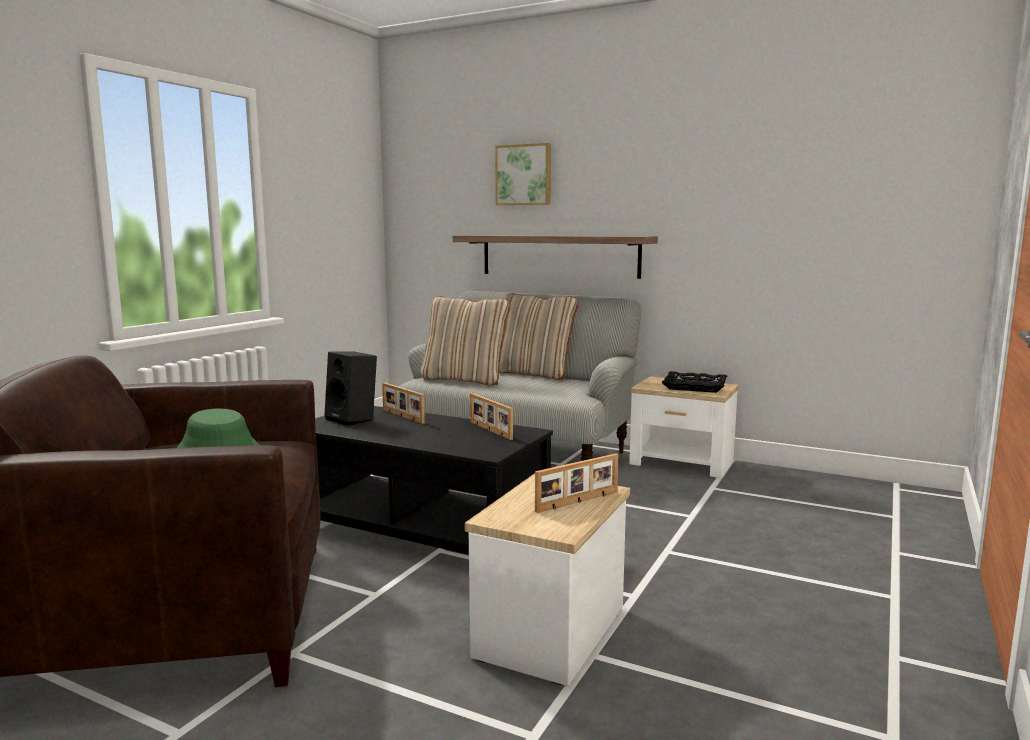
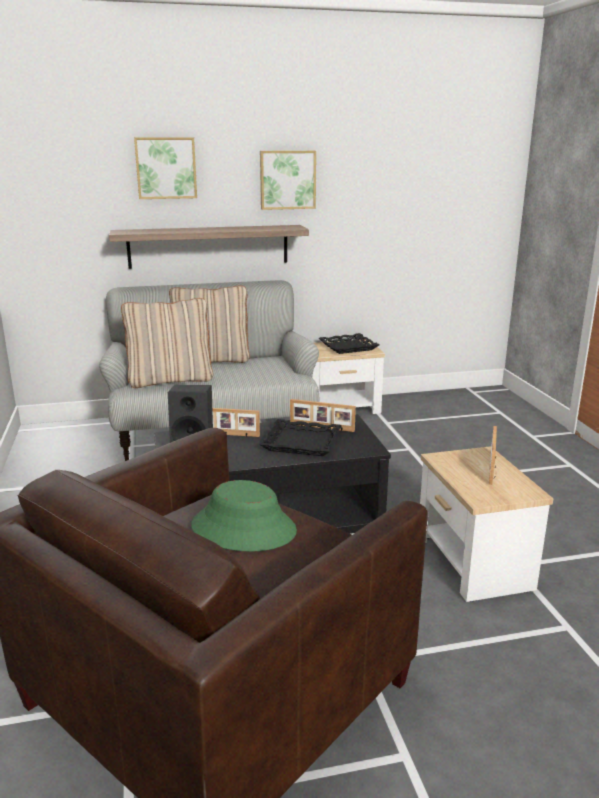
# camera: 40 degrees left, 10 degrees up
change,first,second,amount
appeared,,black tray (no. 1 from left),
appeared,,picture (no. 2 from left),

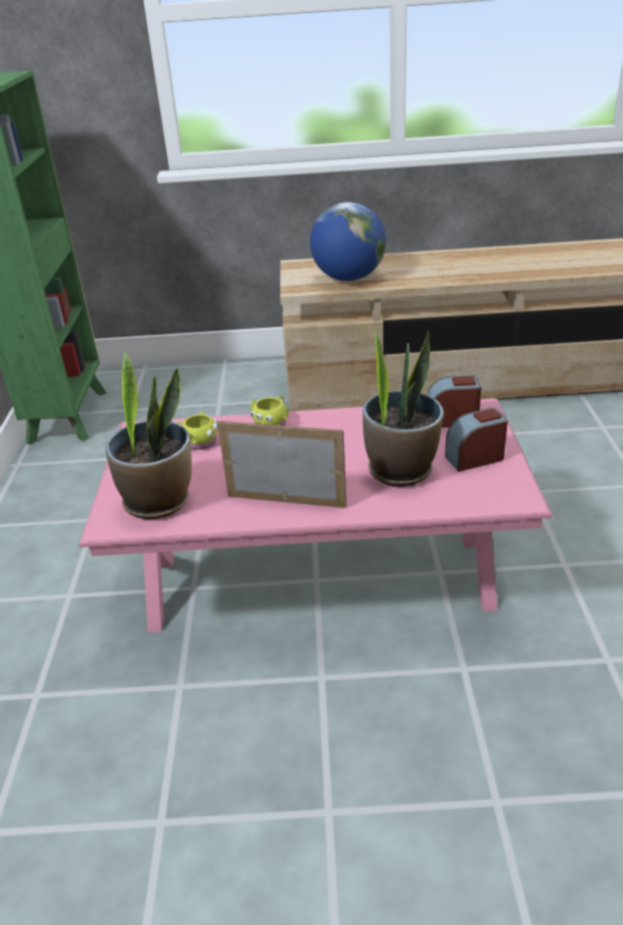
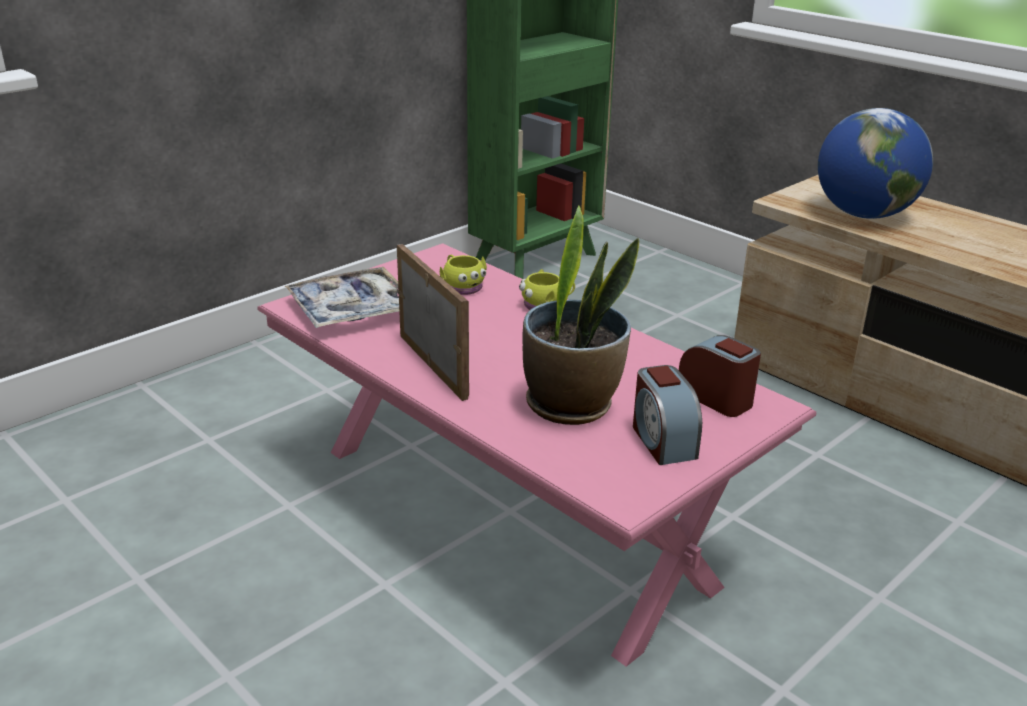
# camera: 45 degrees right, 5 degrees down
change,first,second,amount
exchanged,potted plant (no. 1 from left),tray,
spun,alarm clock (no. 2 from left in the first image),alarm clock (no. 1 from left),135 degrees counterclockwise

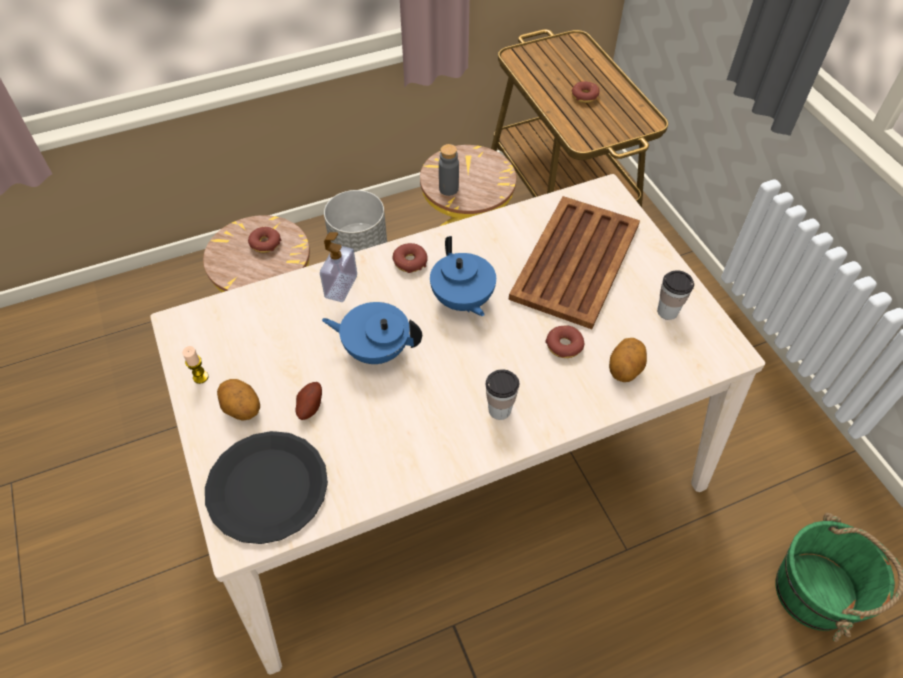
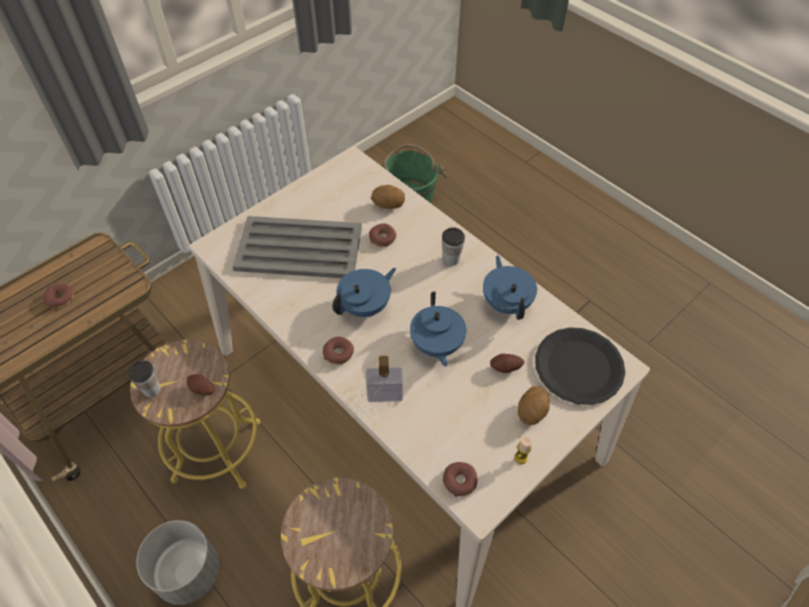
# camera: 110 degrees left, 0 degrees up
change,first,second,amount
relocated,donut (no. 1 from left in the first image),donut (no. 4 from left),
exchanged,grey bottle,potato (no. 1 from left),
colour,brown tray,grey tray,
relocated,cup (no. 2 from left in the first image),cup (no. 1 from left),
appeared,,blue teapot (no. 3 from left),

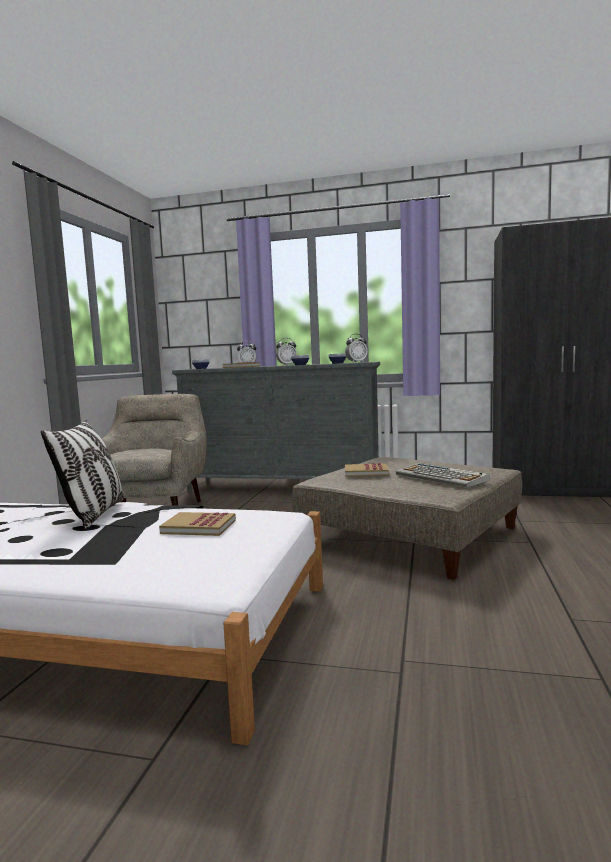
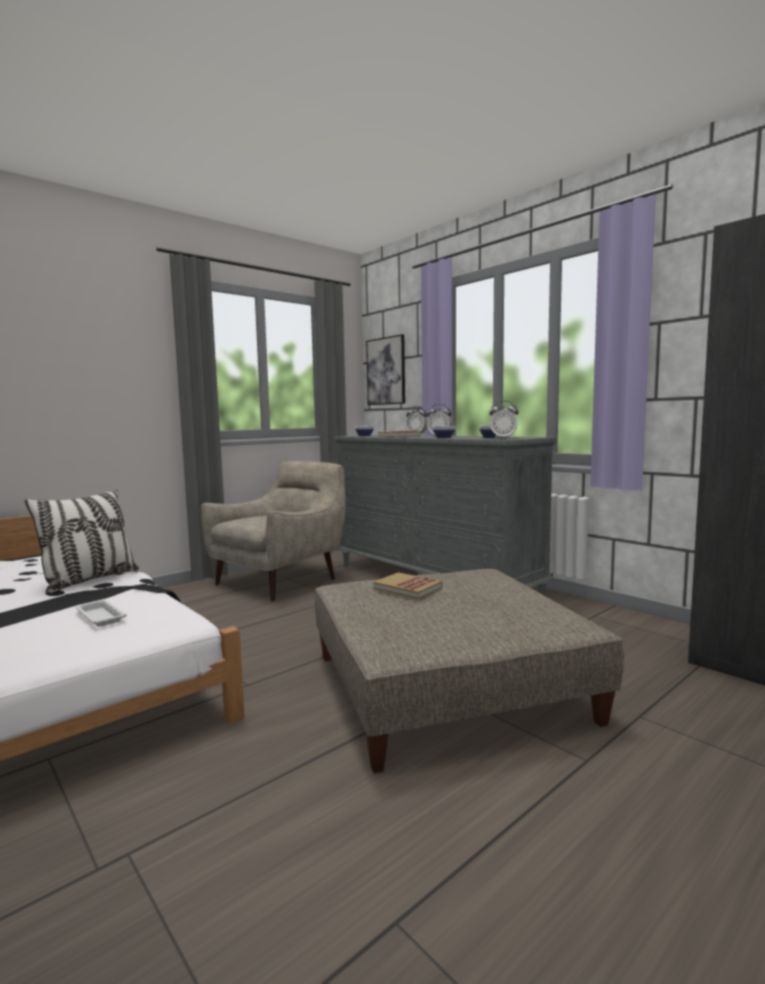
# camera: 35 degrees right, 0 degrees up
change,first,second,amount
exchanged,book (no. 1 from left),white tray,
missing,keyboard,,
appeared,,picture,

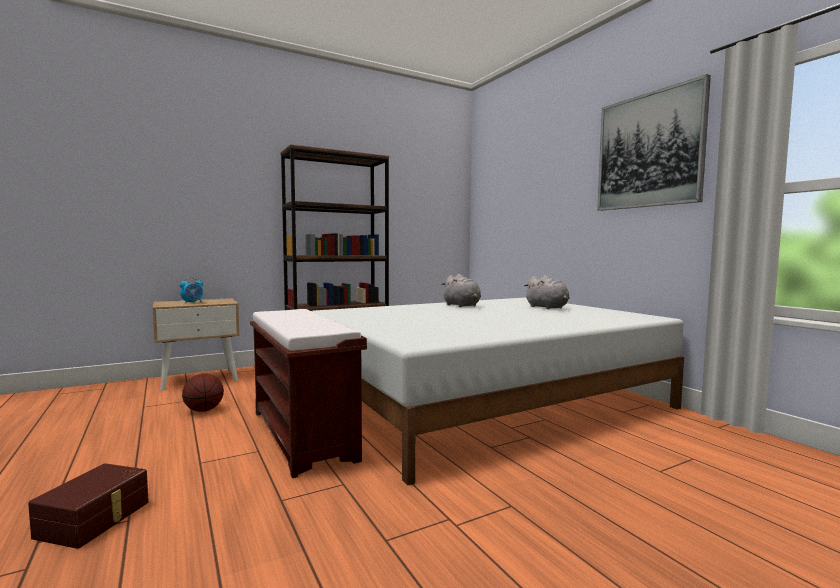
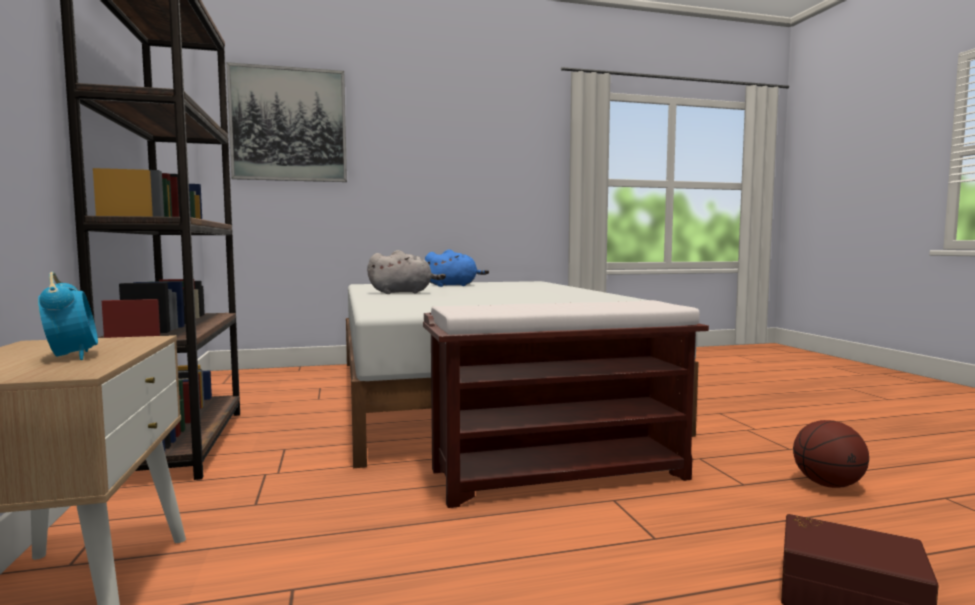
# camera: 75 degrees left, 0 degrees up
change,first,second,amount
relocated,basketball,,
colour,grey plush toy (no. 2 from left),blue plush toy,
relocated,picture,,

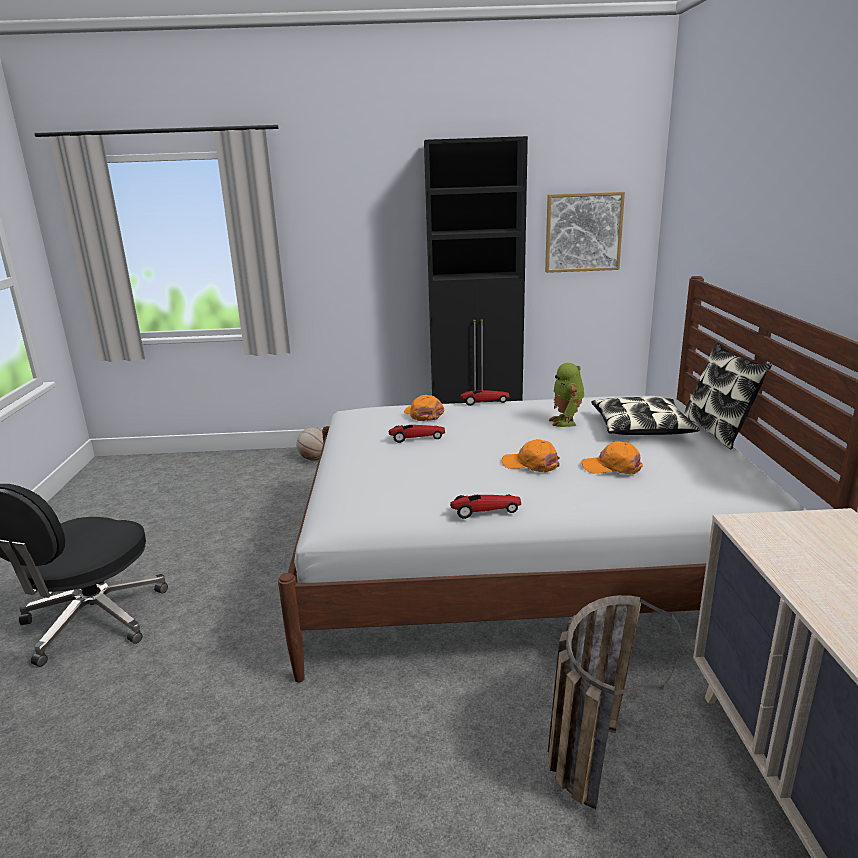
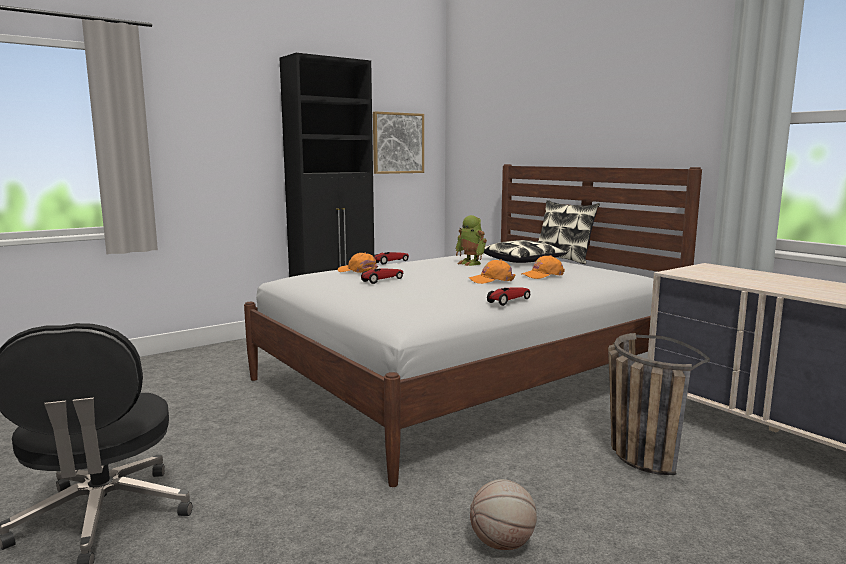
# camera: 35 degrees left, 10 degrees down
change,first,second,amount
relocated,basketball,,

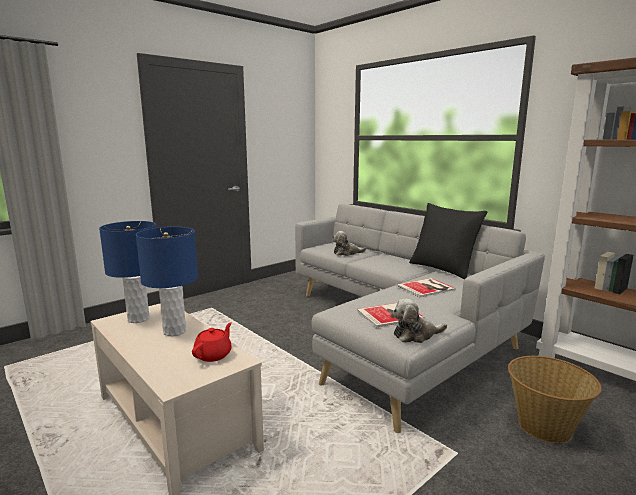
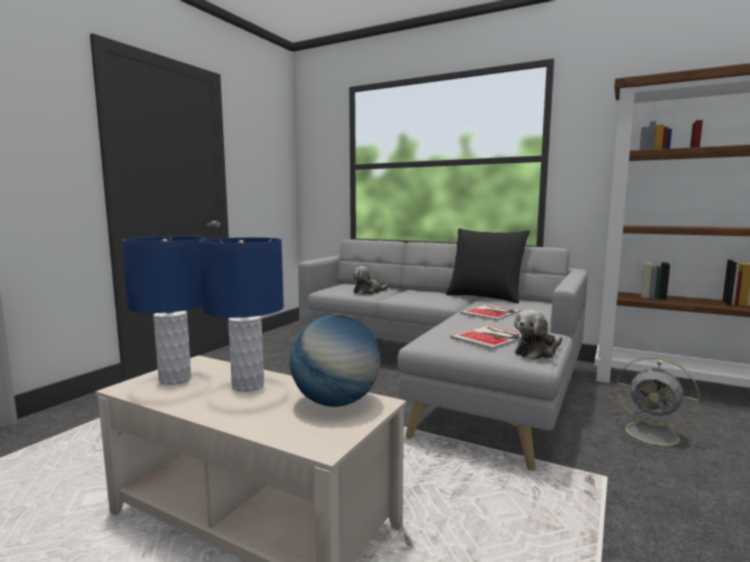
# camera: 20 degrees left, 5 degrees down
change,first,second,amount
exchanged,red teapot,globe,
exchanged,basket,grey fan,

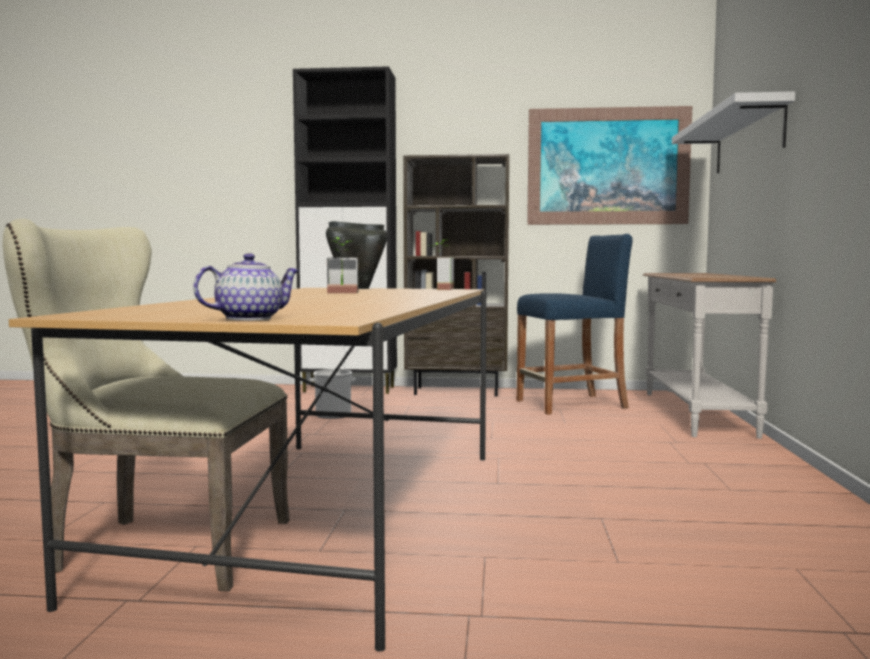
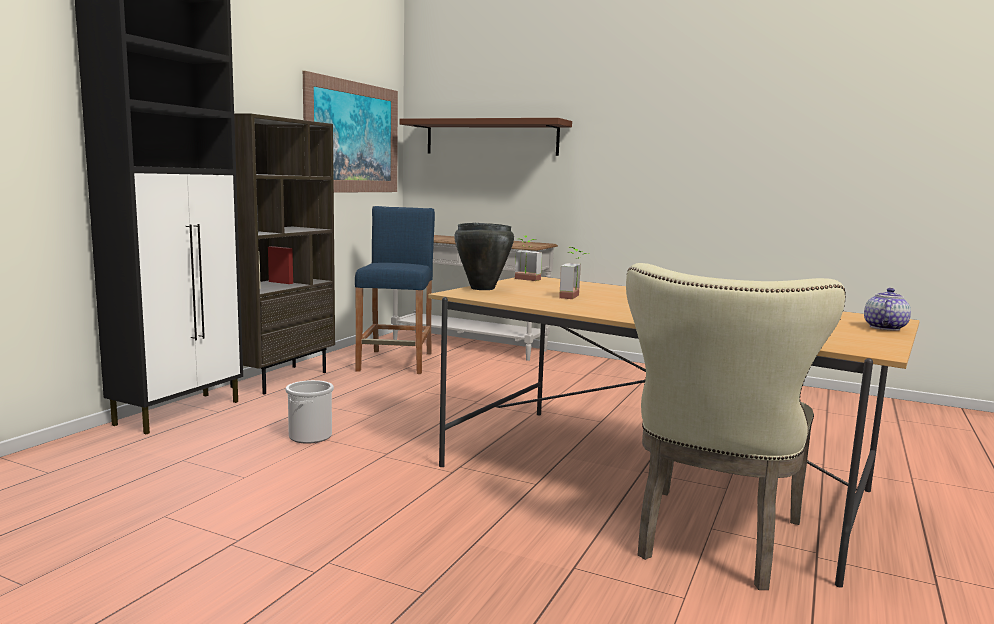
# camera: 70 degrees left, 5 degrees up
change,first,second,amount
spun,teapot,,45 degrees clockwise
colour,white shelf,brown shelf,

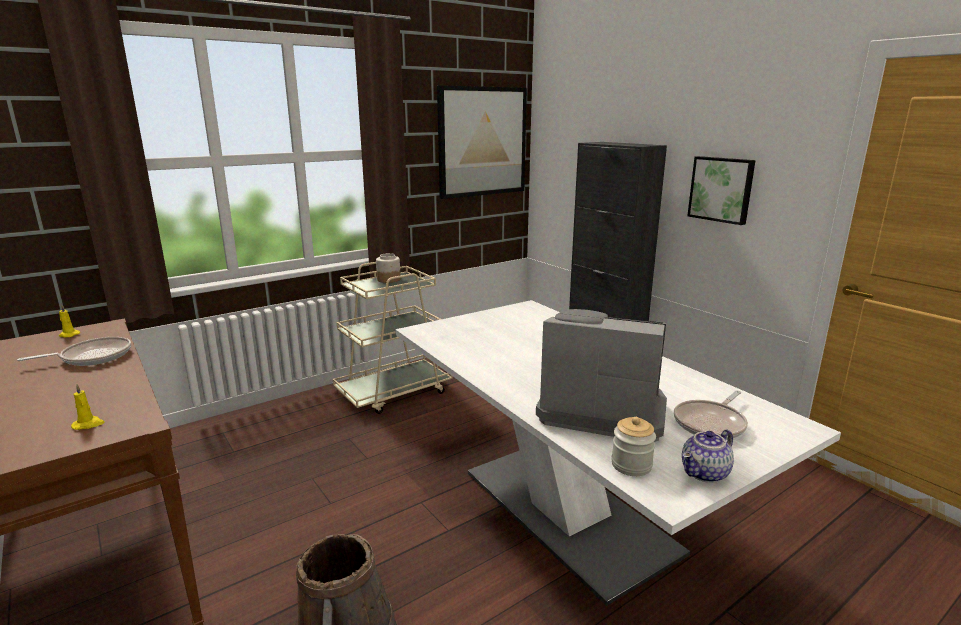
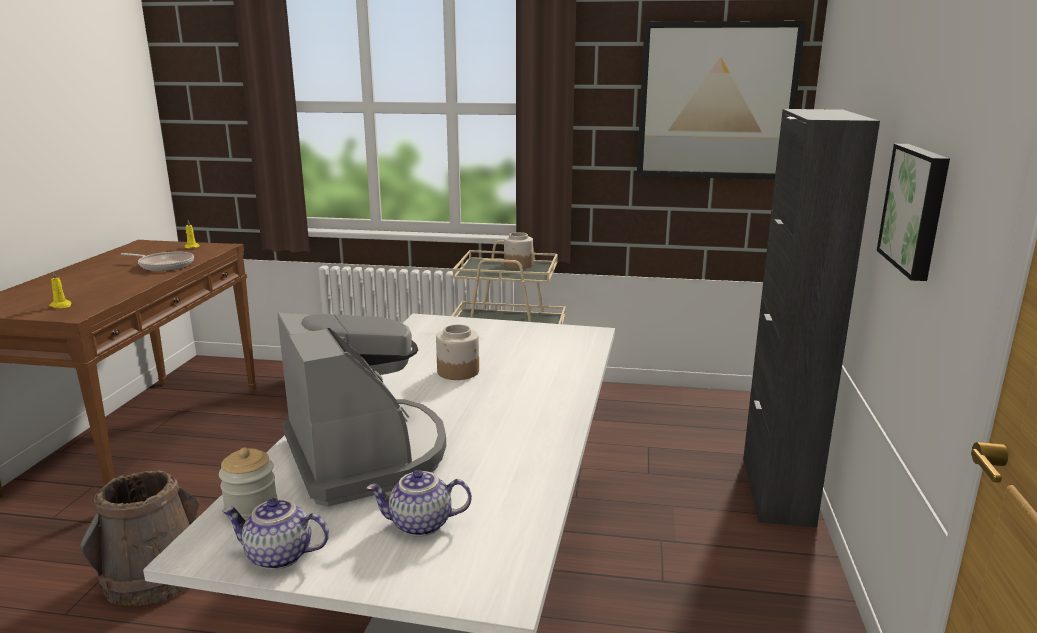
# camera: 45 degrees right, 0 degrees up
change,first,second,amount
exchanged,frying pan (no. 2 from left),teapot (no. 2 from left),
appeared,,jar (no. 2 from left),

